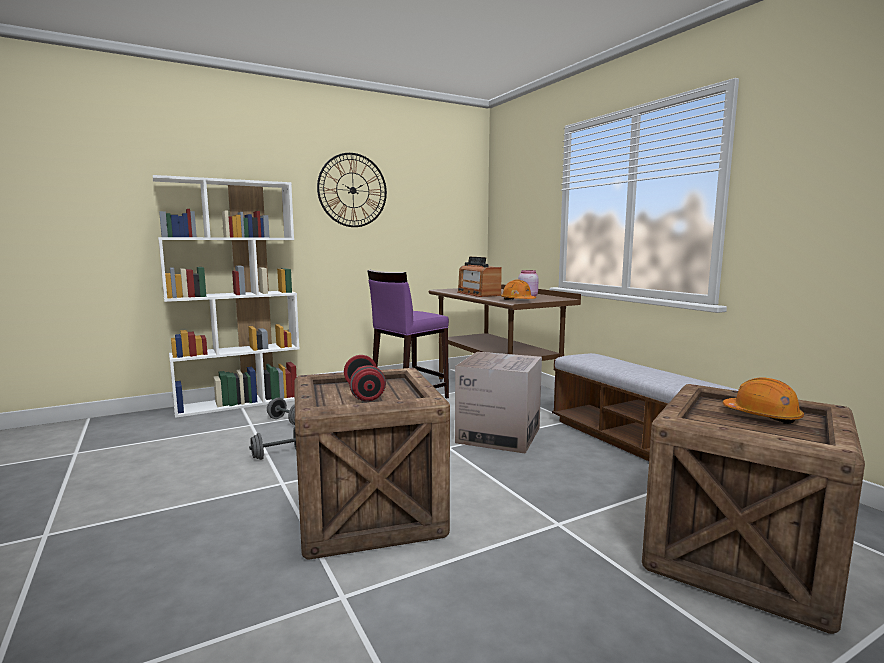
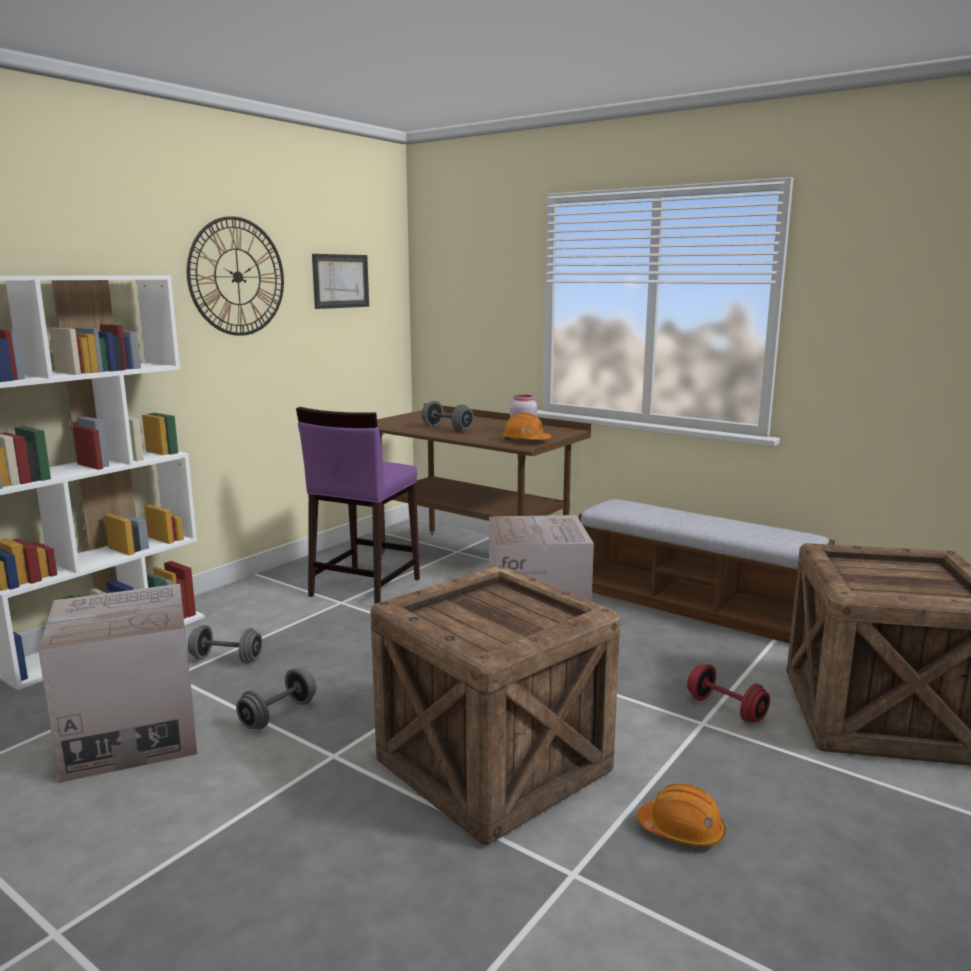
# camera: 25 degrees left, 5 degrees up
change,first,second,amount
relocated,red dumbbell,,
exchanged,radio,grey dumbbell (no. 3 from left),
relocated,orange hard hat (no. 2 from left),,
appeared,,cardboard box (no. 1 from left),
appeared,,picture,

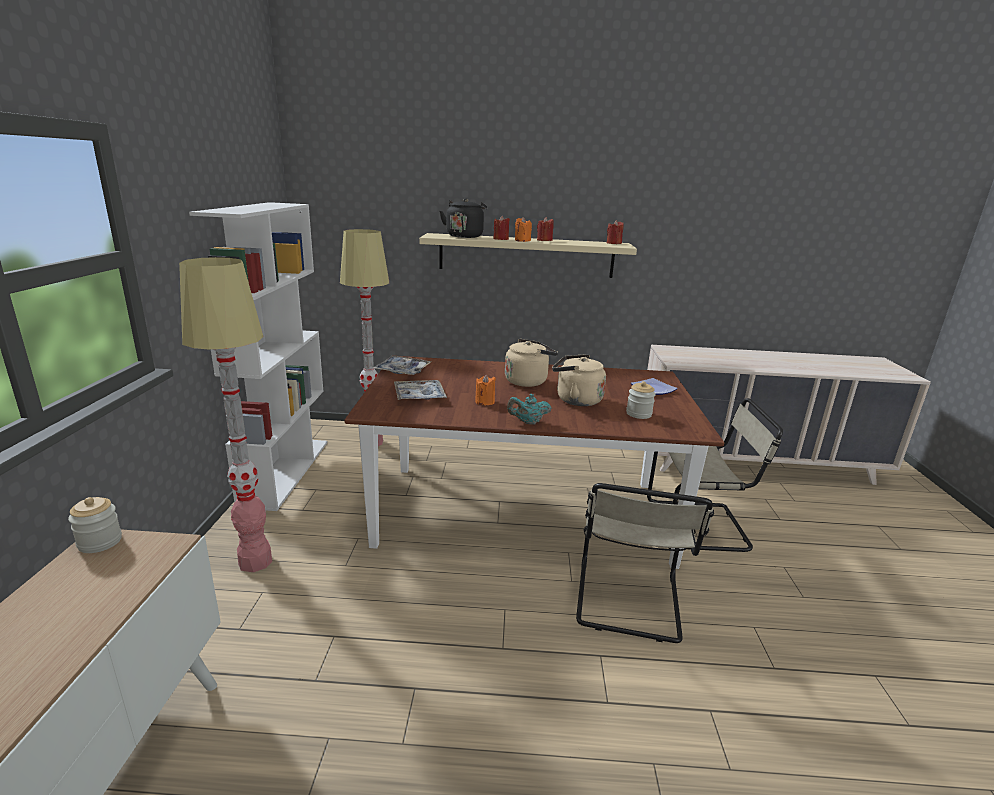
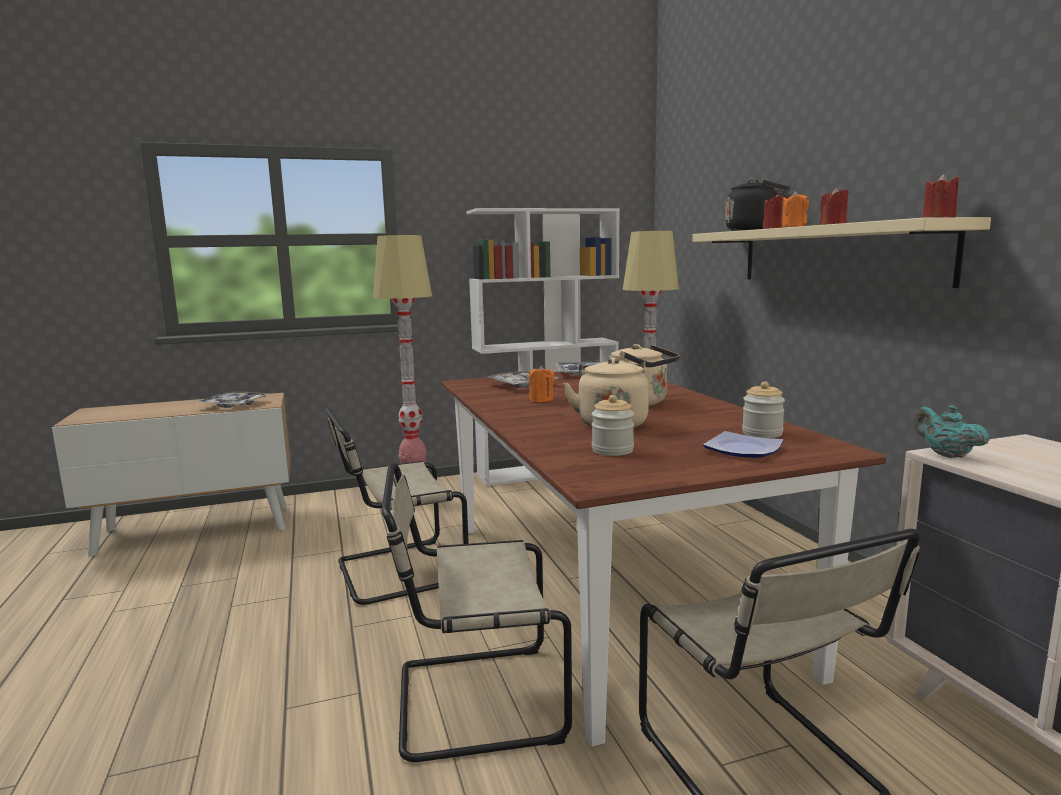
# camera: 70 degrees right, 10 degrees down
change,first,second,amount
relocated,jar (no. 1 from left in the first image),jar (no. 2 from left),
relocated,turquoise teapot,,
appeared,,tray (no. 1 from left),
appeared,,beige chair (no. 1 from left),

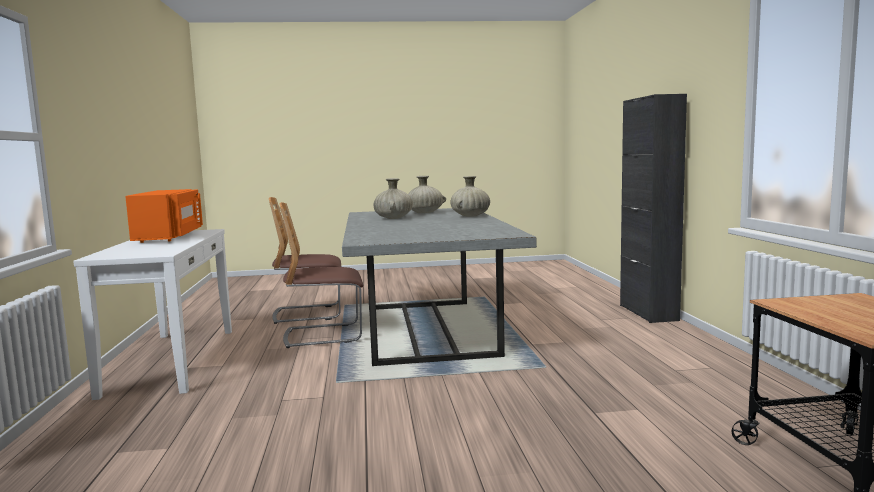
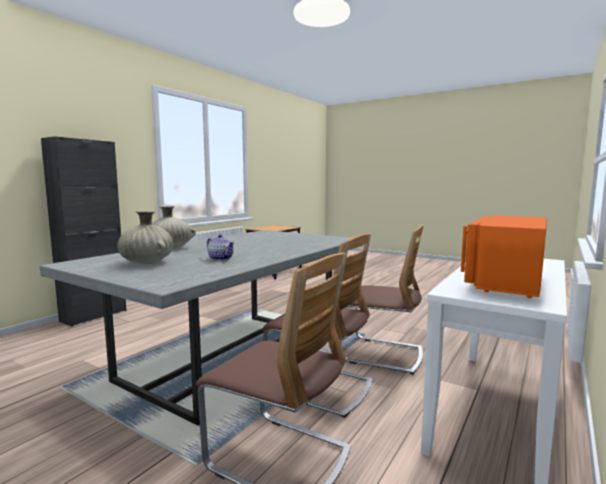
# camera: 140 degrees left, 0 degrees up
change,first,second,amount
exchanged,beige vase (no. 1 from left),teapot,
appeared,,chair (no. 3 from left),

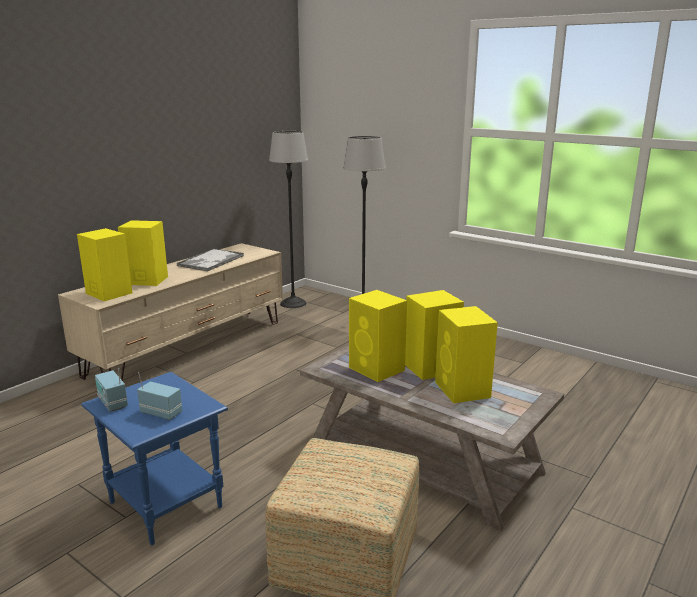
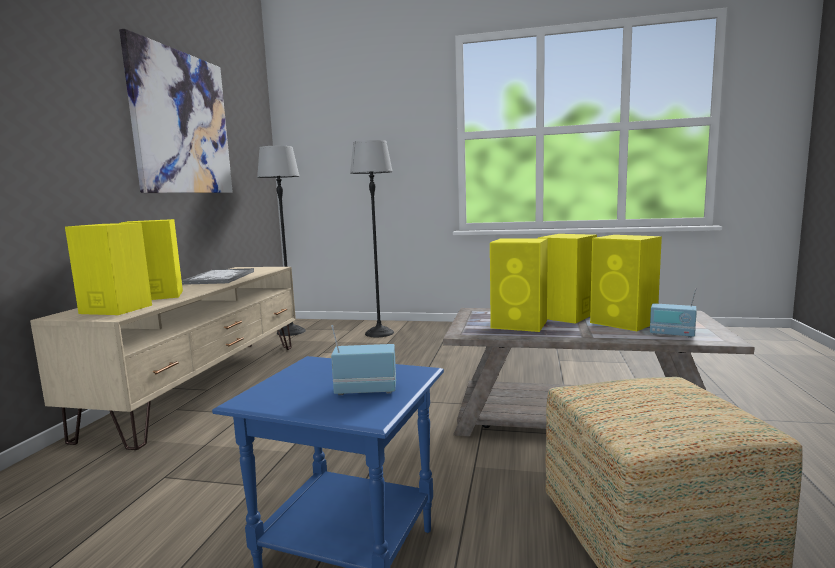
# camera: 25 degrees left, 10 degrees down
change,first,second,amount
relocated,radio (no. 1 from left in the first image),radio (no. 2 from left),
appeared,,picture,

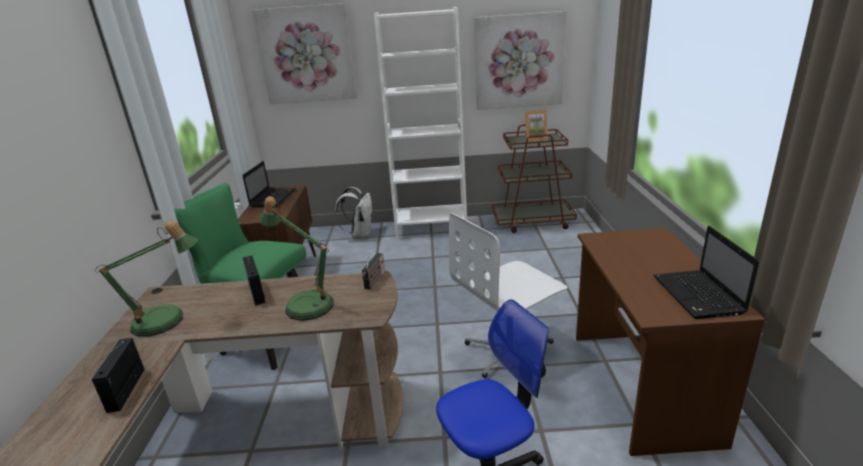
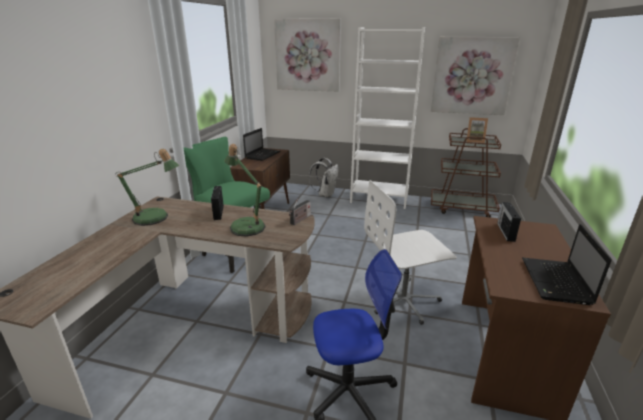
# camera: 15 degrees right, 0 degrees up
change,first,second,amount
relocated,radio (no. 1 from left in the first image),radio (no. 3 from left),

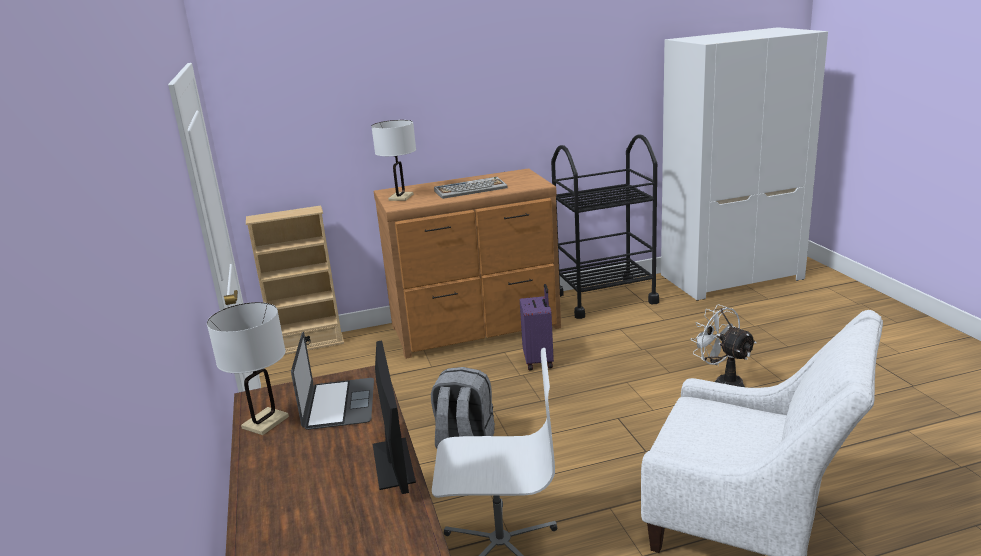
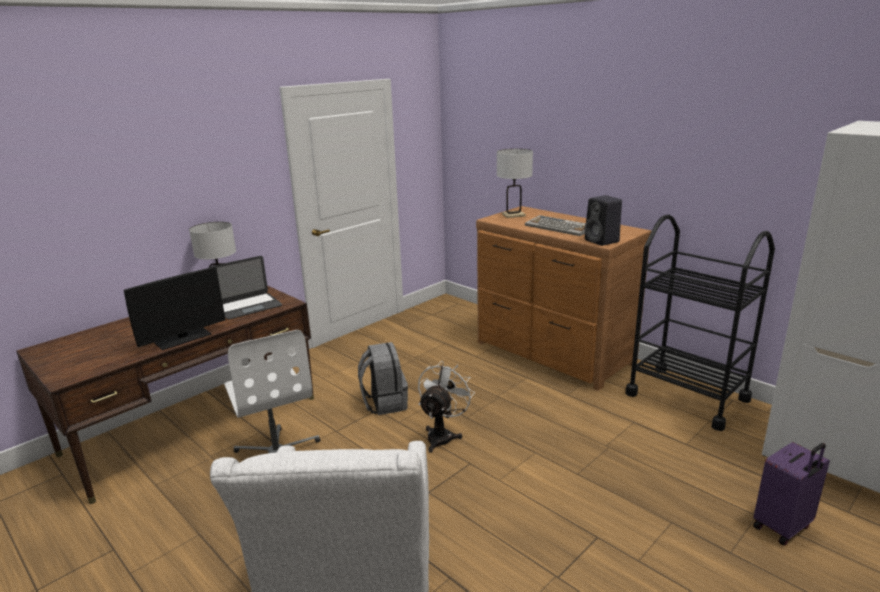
# camera: 60 degrees right, 0 degrees up
change,first,second,amount
missing,beige bookcase,,
relocated,purple suitcase,,
relocated,white fan,,
appeared,,black speaker,

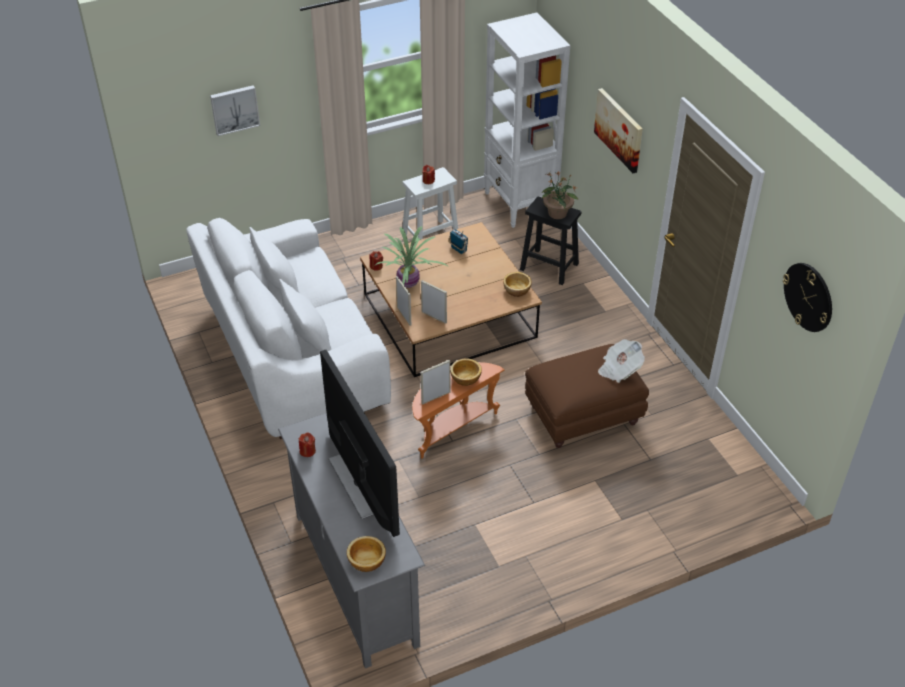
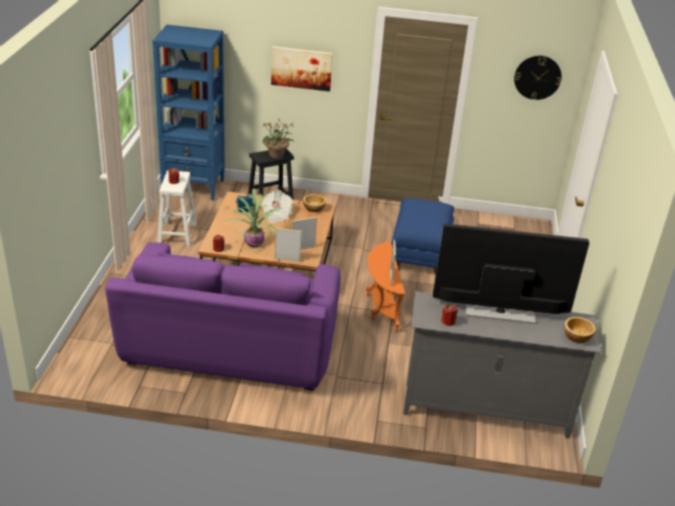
# camera: 60 degrees left, 10 degrees down
change,first,second,amount
colour,white sofa,purple sofa,
missing,picture (no. 1 from left),,
missing,bowl (no. 2 from left),,
colour,white bookcase,blue bookcase,
colour,brown ottoman,blue ottoman,
relocated,newspaper,,

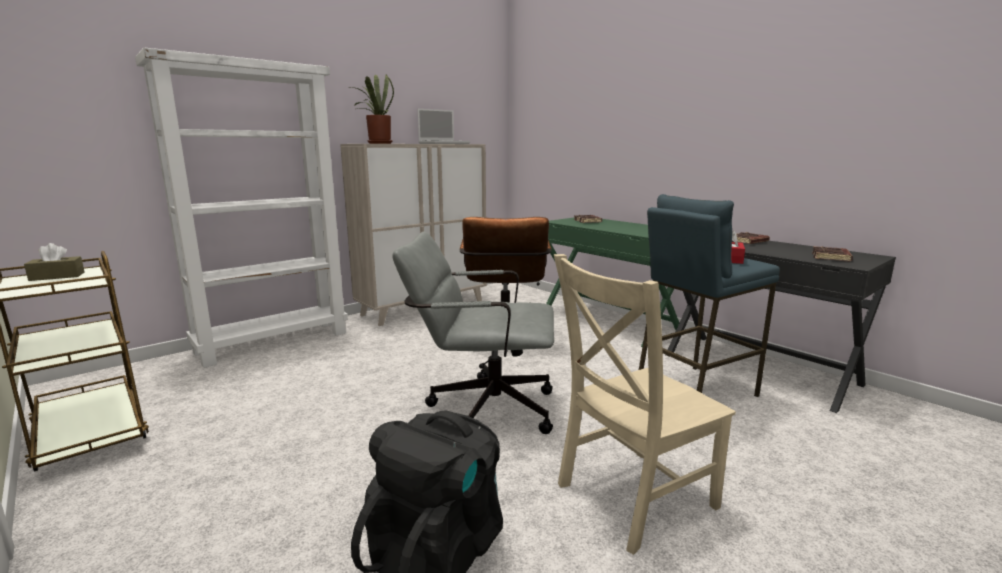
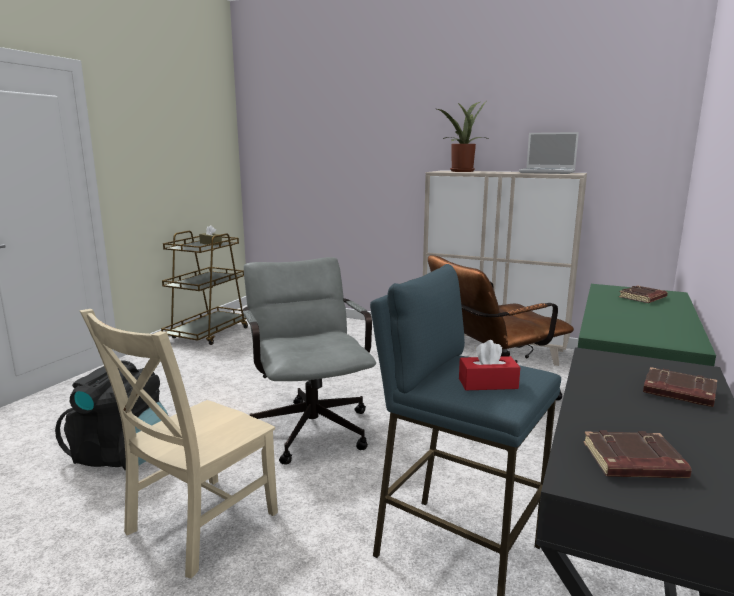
# camera: 65 degrees right, 0 degrees up
change,first,second,amount
missing,white bookcase,,
spun,beige chair,,90 degrees counterclockwise

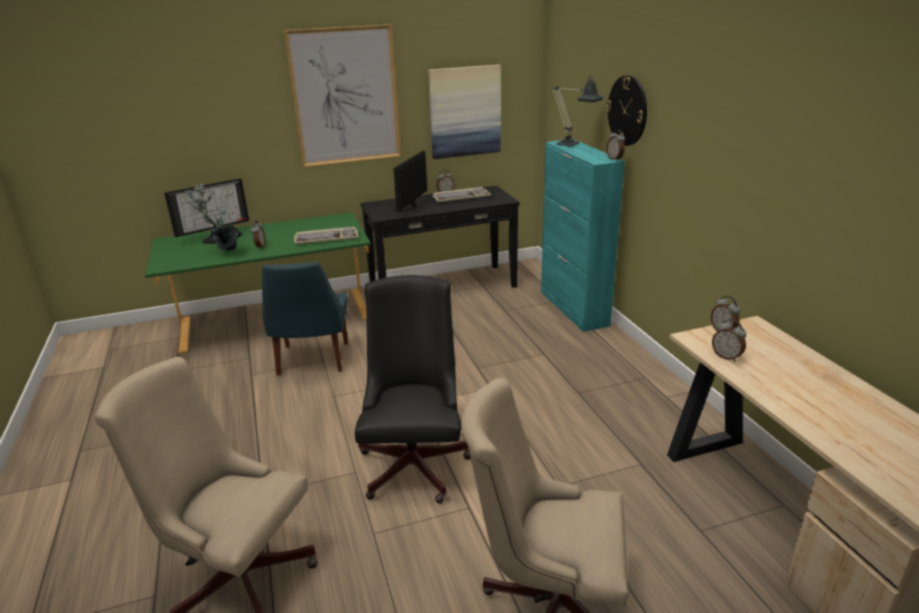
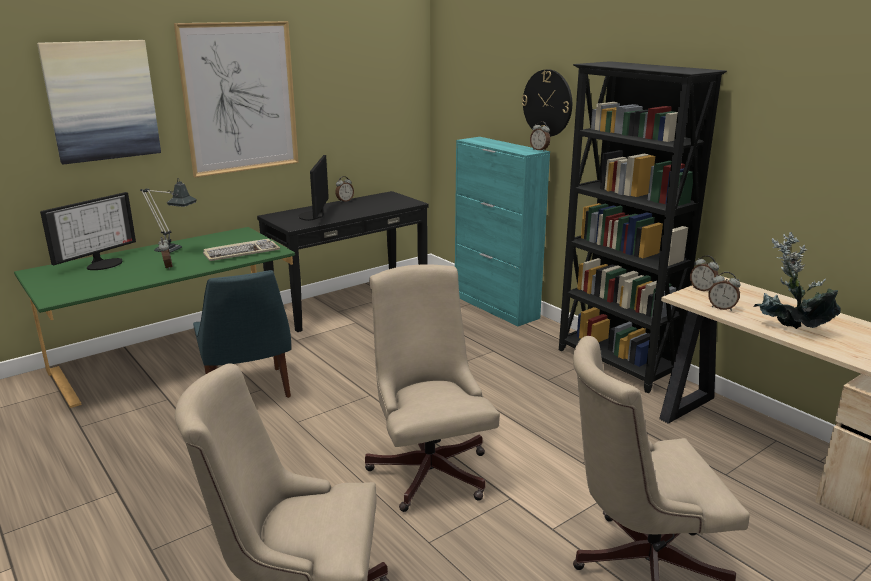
# camera: 20 degrees left, 5 degrees down
change,first,second,amount
relocated,potted plant,,
colour,black office chair,beige office chair (no. 2 from left),
relocated,picture (no. 2 from left in the first image),picture (no. 1 from left),
missing,keyboard (no. 2 from left),,
relocated,table lamp,,
appeared,,black bookcase,

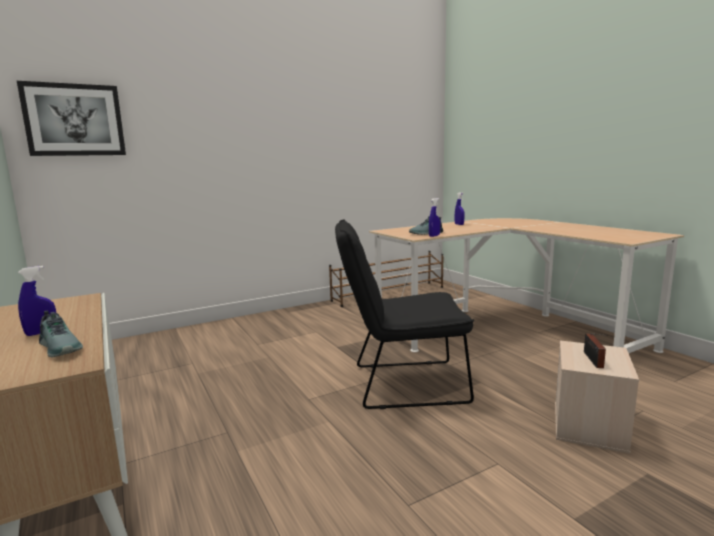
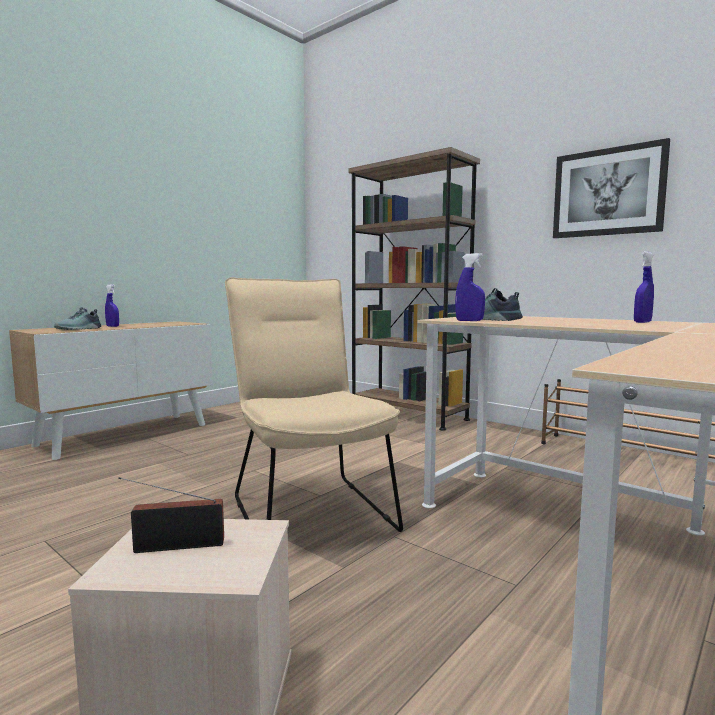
# camera: 70 degrees right, 5 degrees down
change,first,second,amount
relocated,picture,,
colour,black chair,beige chair,
appeared,,brown bookcase,

